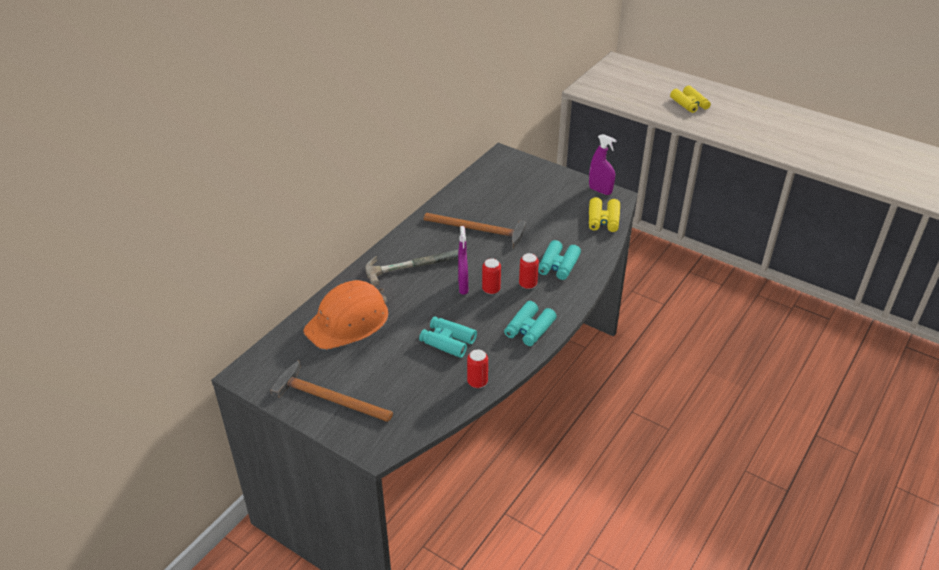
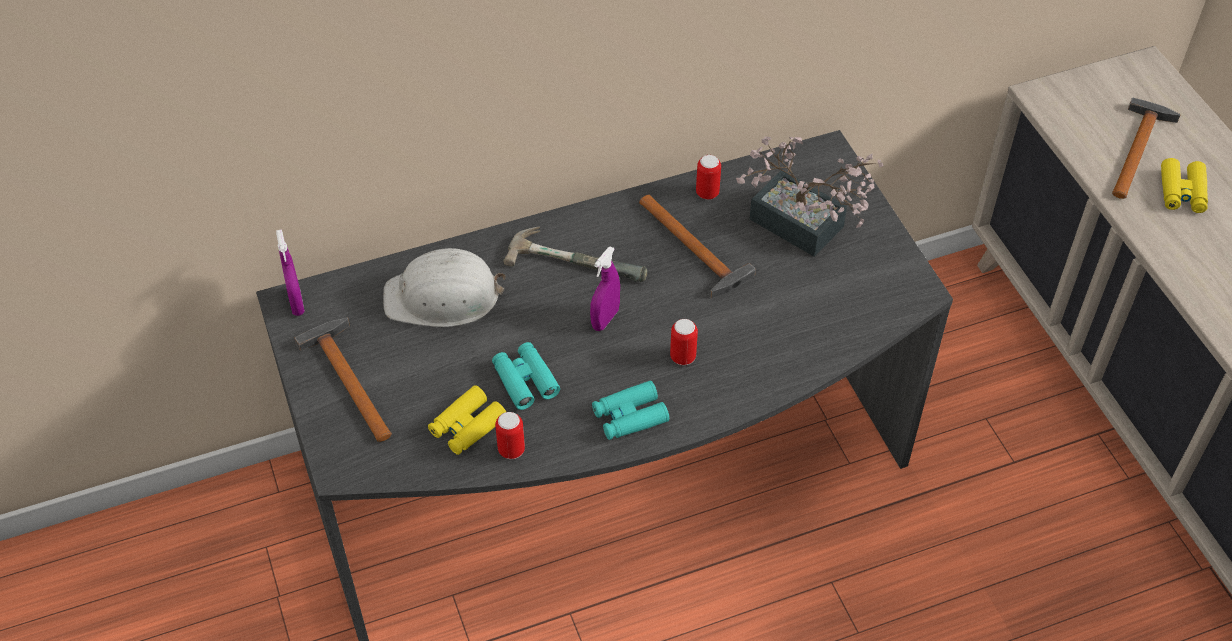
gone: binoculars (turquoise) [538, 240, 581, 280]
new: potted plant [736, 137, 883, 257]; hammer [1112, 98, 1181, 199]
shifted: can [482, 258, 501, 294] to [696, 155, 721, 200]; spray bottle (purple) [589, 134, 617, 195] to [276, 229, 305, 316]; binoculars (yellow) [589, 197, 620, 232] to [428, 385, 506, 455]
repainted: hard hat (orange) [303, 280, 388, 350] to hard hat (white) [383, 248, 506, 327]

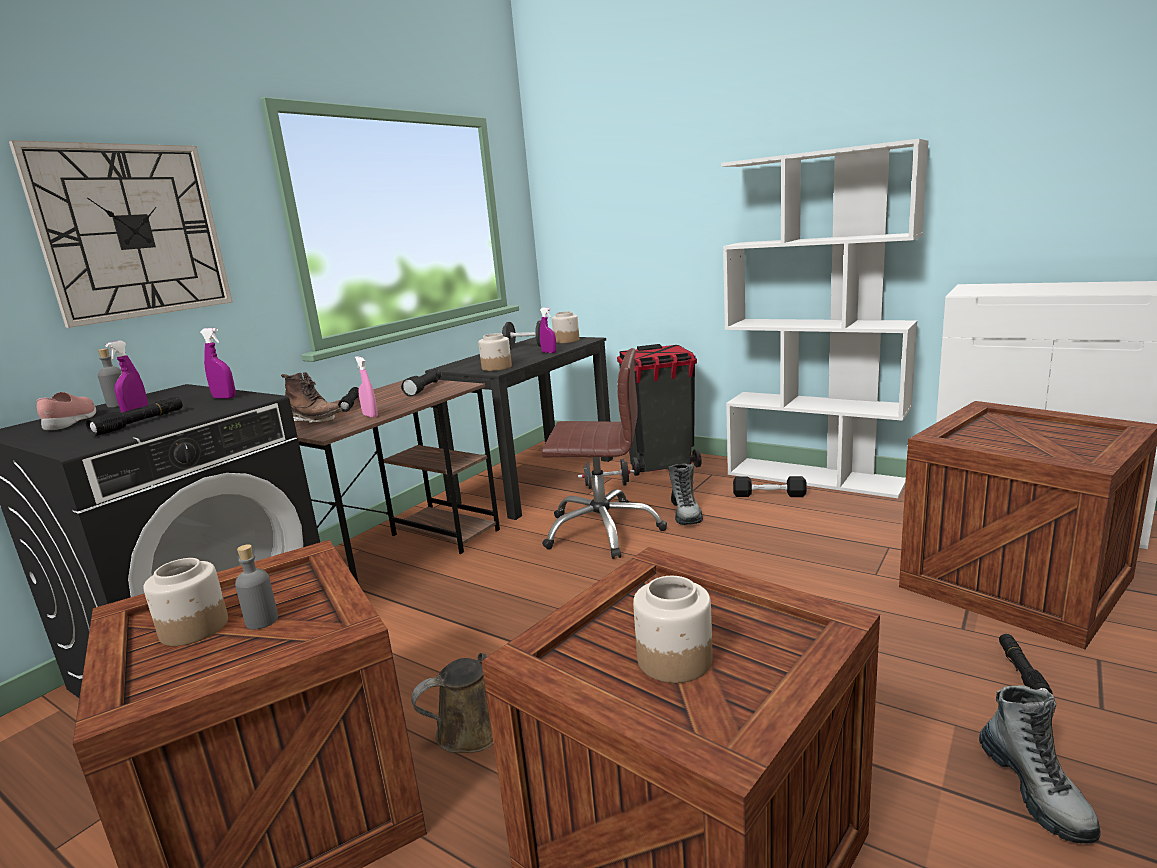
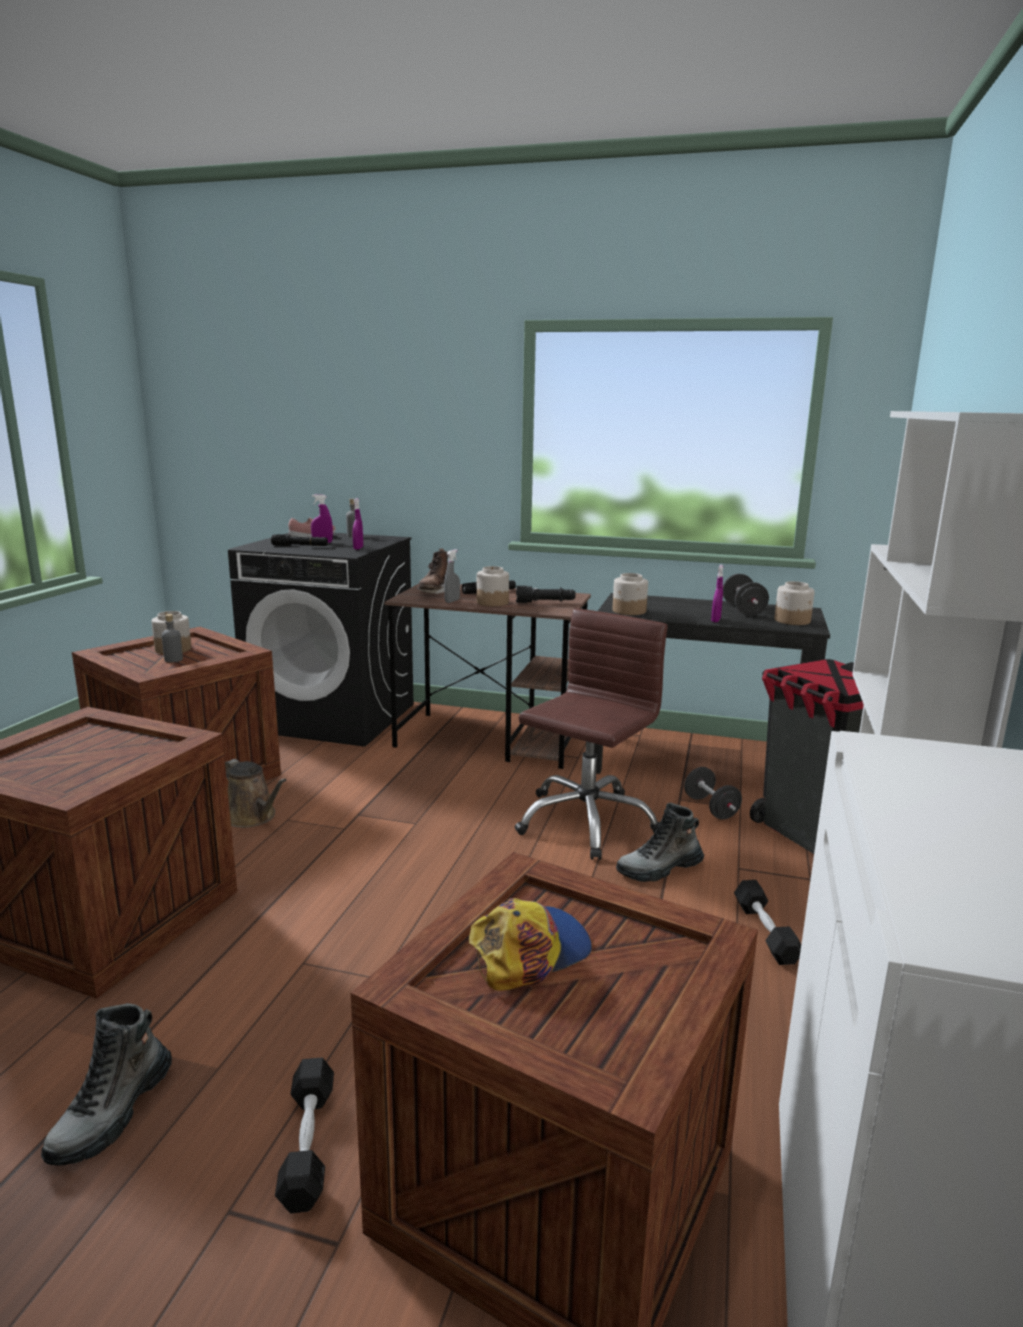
gone: wall clock [9, 140, 232, 328]
new: cap [469, 898, 592, 991]
shifted: jar [633, 576, 713, 683] to [477, 566, 509, 606]
swapped: flashlight (black) [999, 634, 1053, 695] to dumbbell (black) [275, 1057, 334, 1214]
repainted: spray bottle (pink) [355, 356, 378, 418] to spray bottle (grey) [444, 549, 460, 603]
rotated: office chair (brown) [541, 348, 667, 559] = [515, 608, 668, 860] 135 degrees counterclockwise; boot [979, 685, 1100, 843] = [41, 1003, 172, 1166] 45 degrees counterclockwise

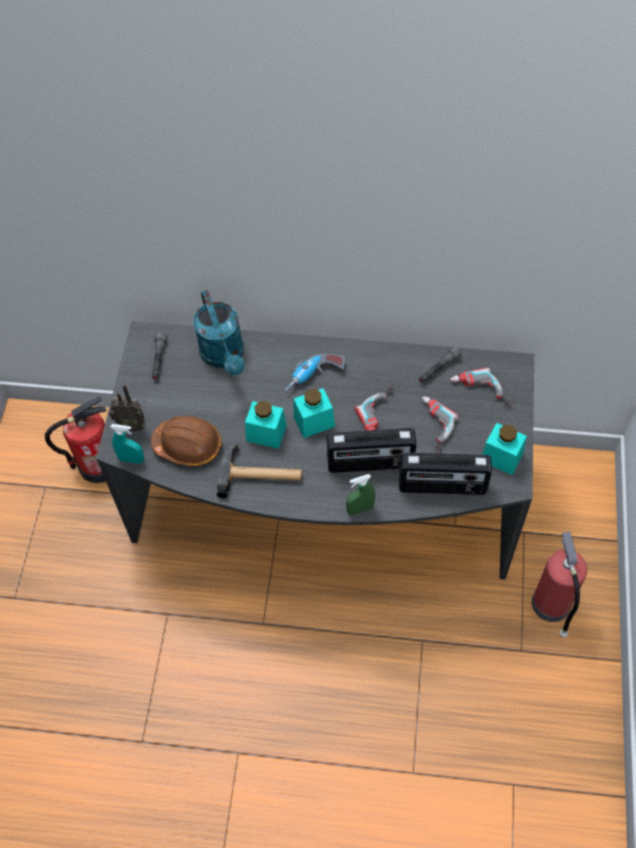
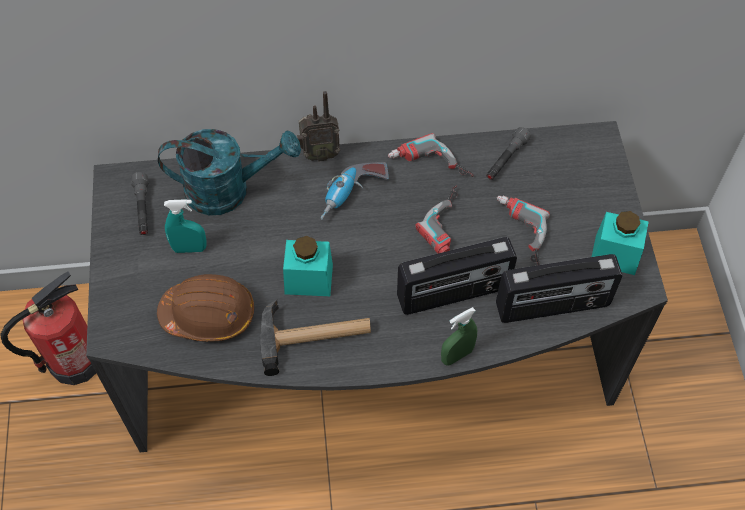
gone: jar (turquoise) [294, 388, 335, 438]; fire extinguisher [532, 531, 587, 637]
shifted: radio [108, 384, 146, 431] to [297, 91, 340, 162]; spray bottle (turquoise) [111, 424, 144, 464] to [164, 199, 207, 253]; power drill [450, 367, 514, 408] to [388, 133, 474, 177]
rotated: watering can (turquoise) [193, 290, 245, 375] = [158, 129, 301, 215] 60 degrees counterclockwise

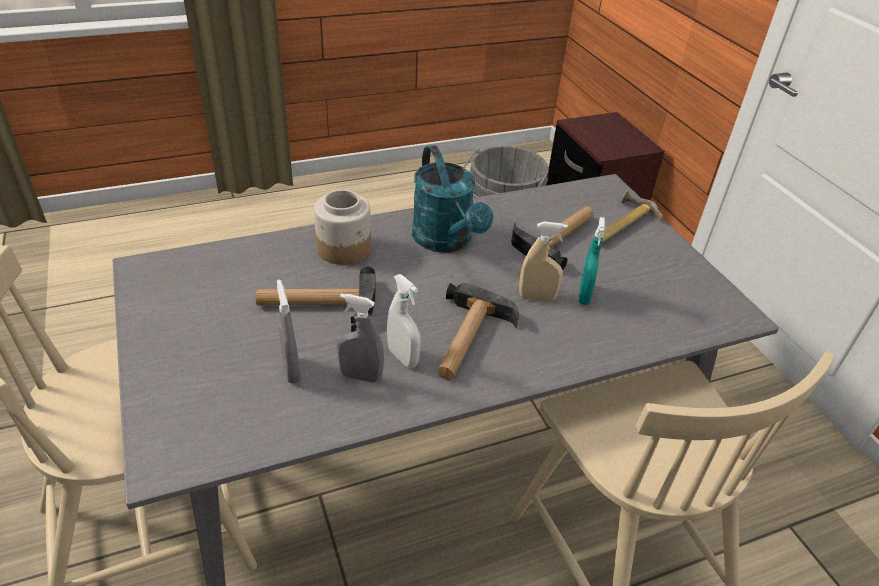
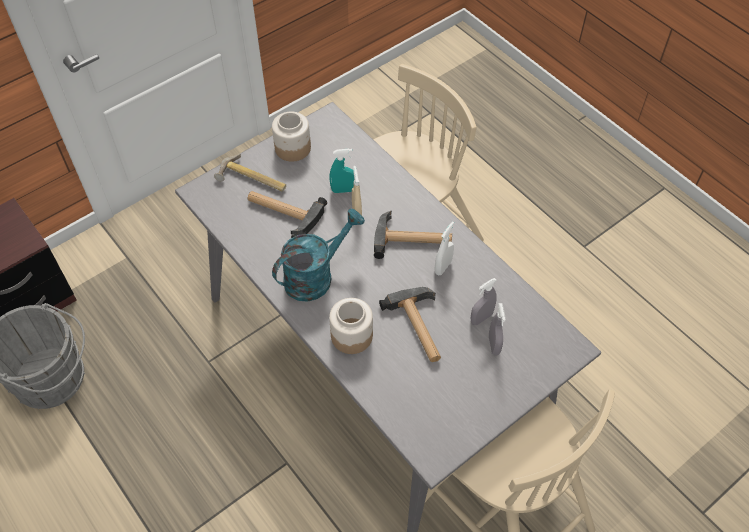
new: jar [272, 111, 311, 162]
shifted: spray bottle (grey) [337, 294, 384, 383] to [489, 303, 506, 356]

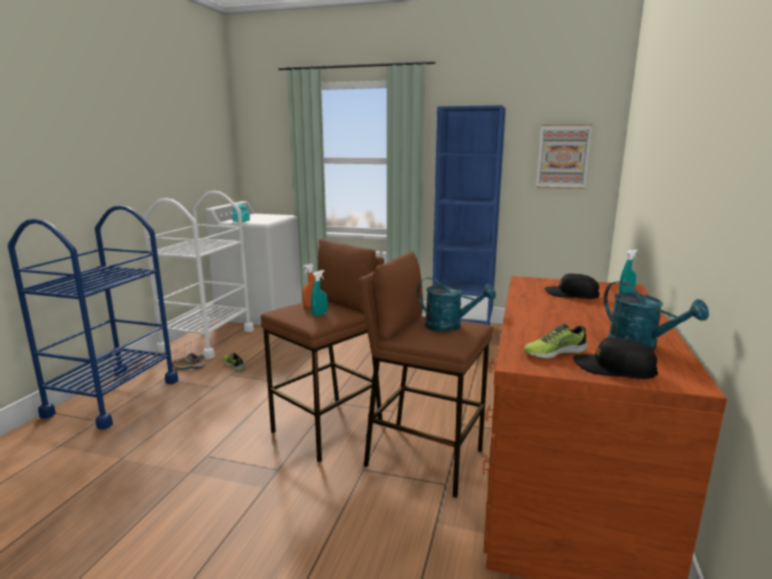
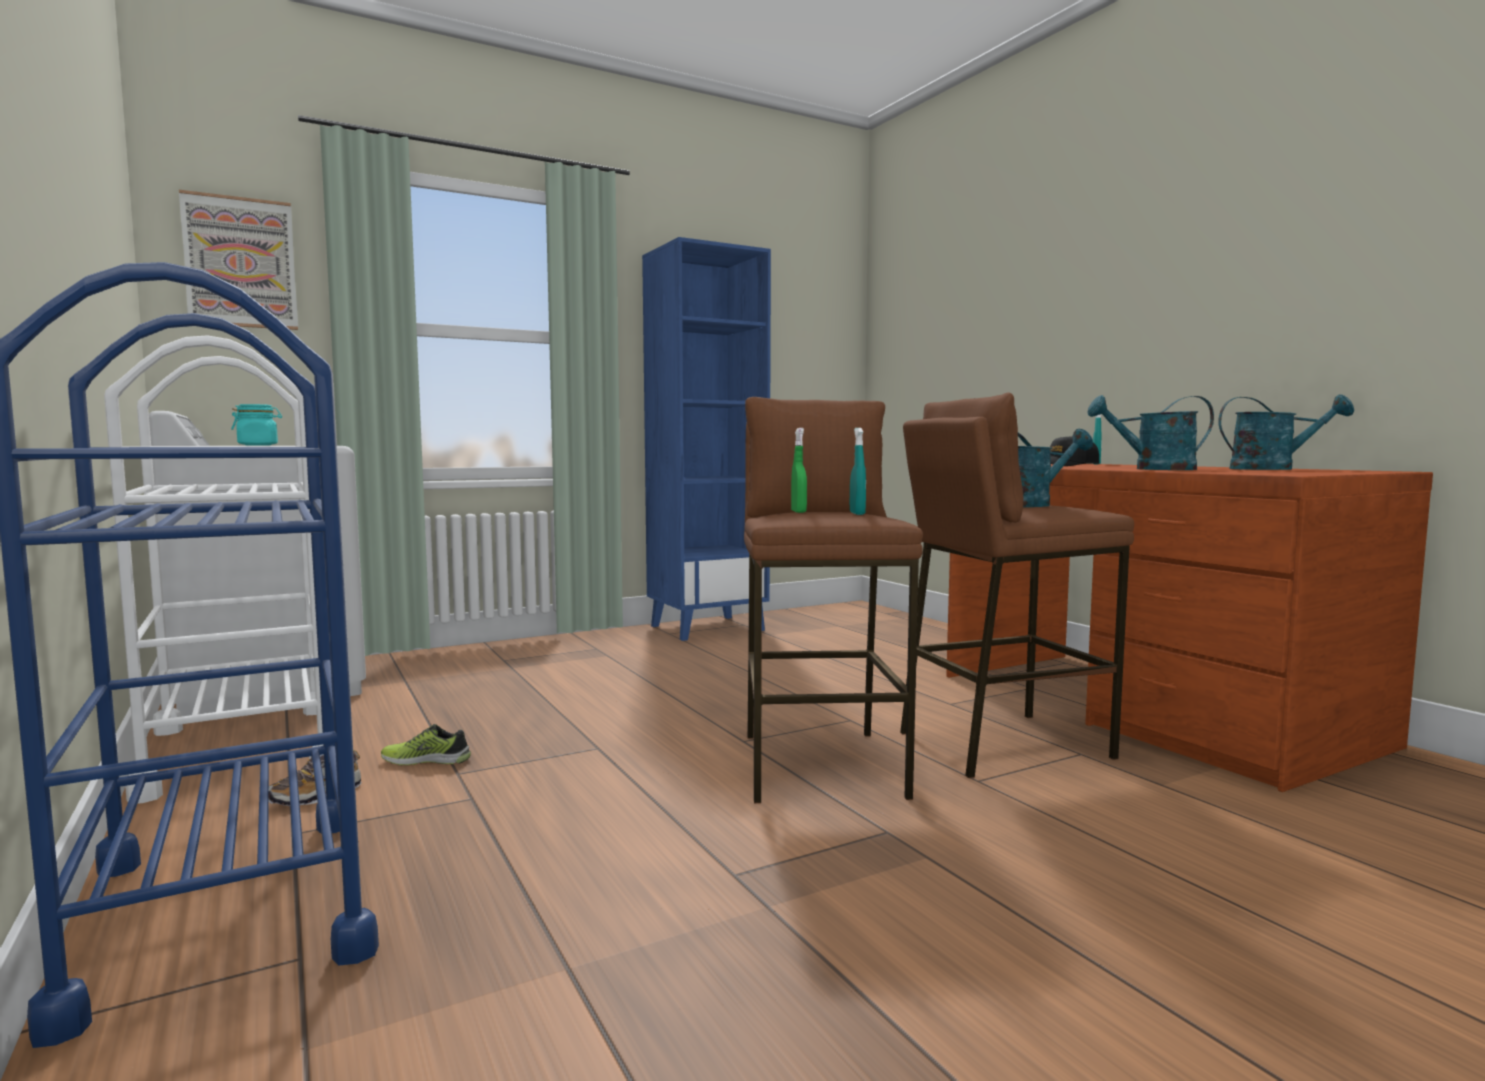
gone: shoe [524, 323, 587, 359]; cap (black) [573, 337, 658, 379]
new: watering can (turquoise) [1088, 395, 1214, 470]
shifted: picture [536, 124, 592, 189] to [179, 190, 298, 330]
repainted: spray bottle (orange) [302, 264, 316, 307] to spray bottle (green) [791, 428, 807, 513]

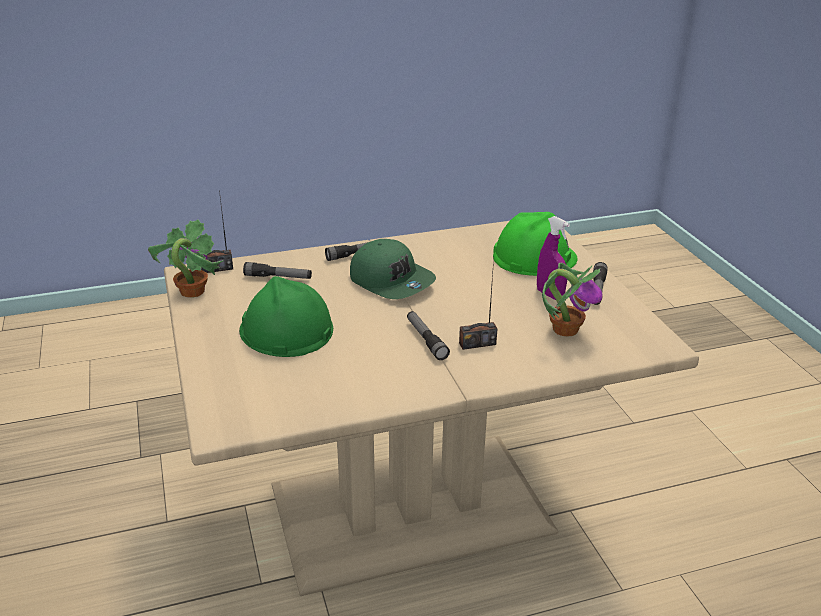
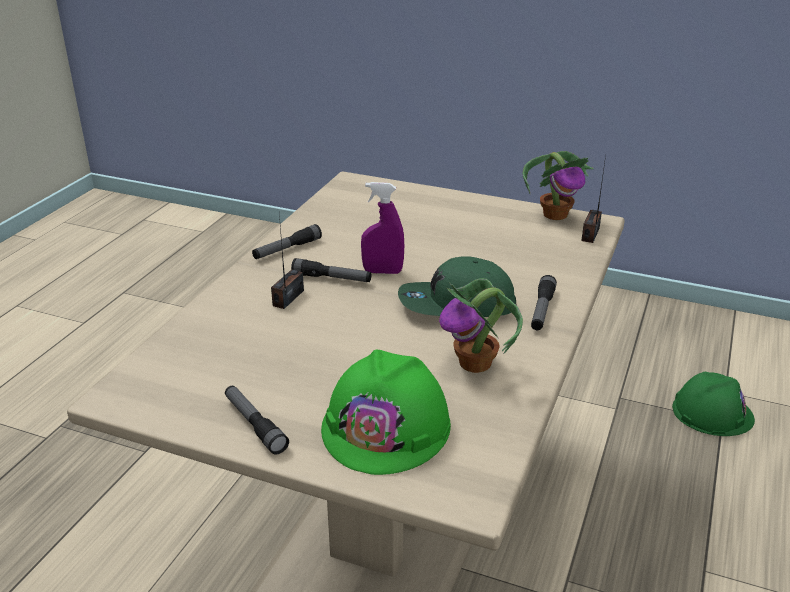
shifted: hard hat (green) [239, 276, 333, 357] to [672, 372, 755, 436]; flashlight [243, 262, 312, 279] to [252, 224, 322, 259]; spray bottle (purple) [537, 216, 570, 300] to [361, 182, 404, 274]; potted plant [542, 263, 603, 337] to [439, 278, 523, 373]

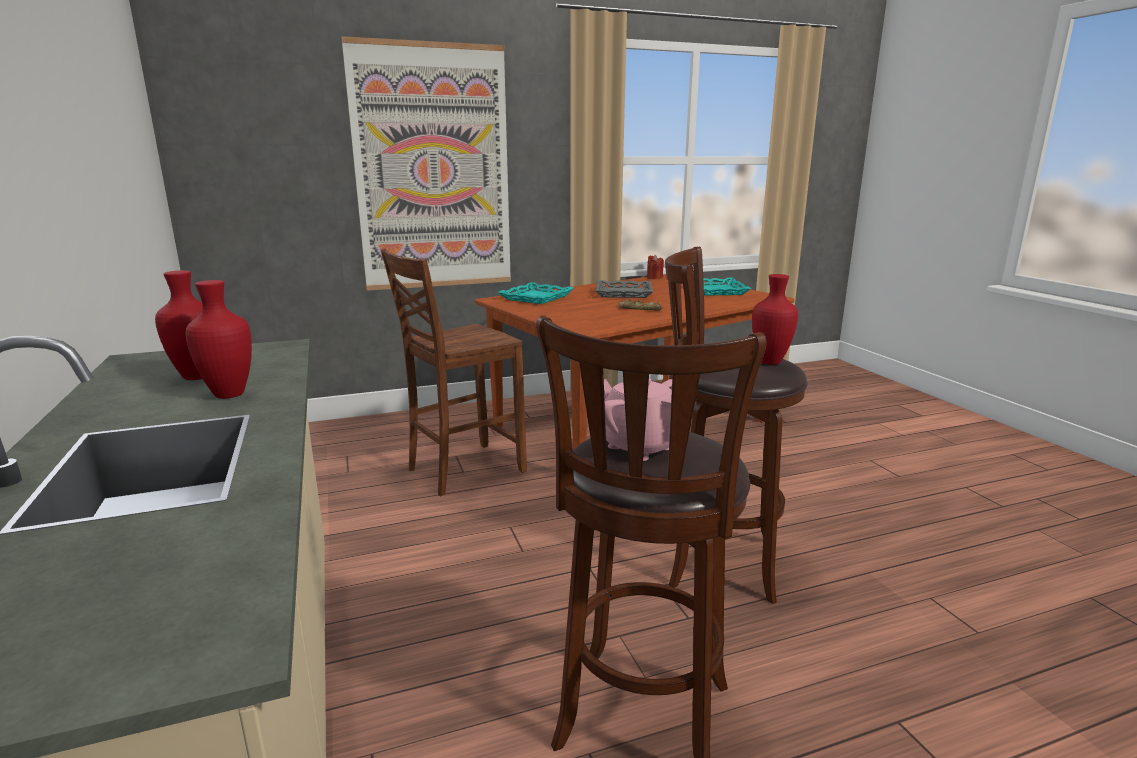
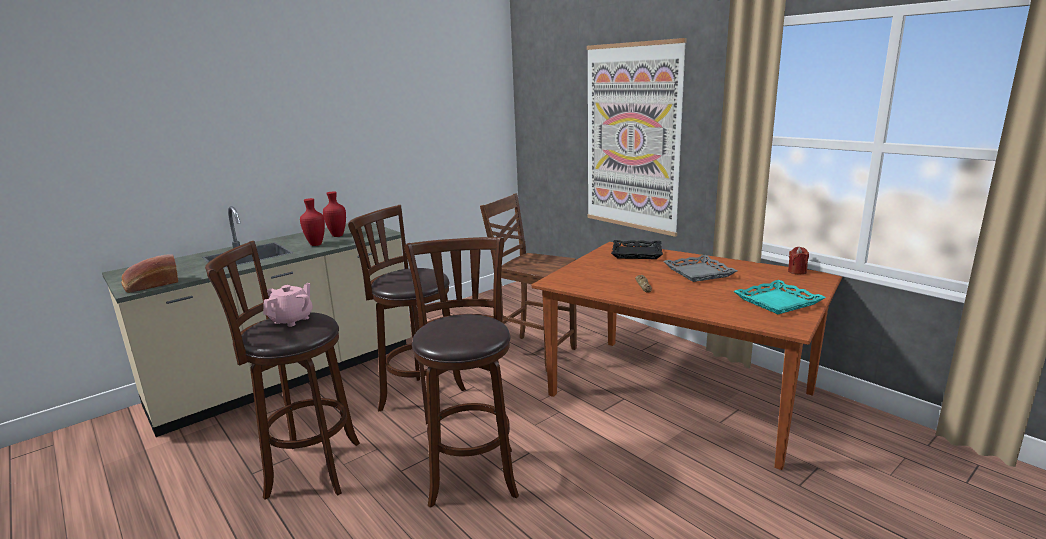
gone: vase (red) [752, 274, 798, 365]
new: bread [121, 254, 178, 293]; stool (brown) [348, 205, 466, 424]
repainted: tray (turquoise) [498, 282, 574, 304] to tray (black) [611, 240, 663, 259]

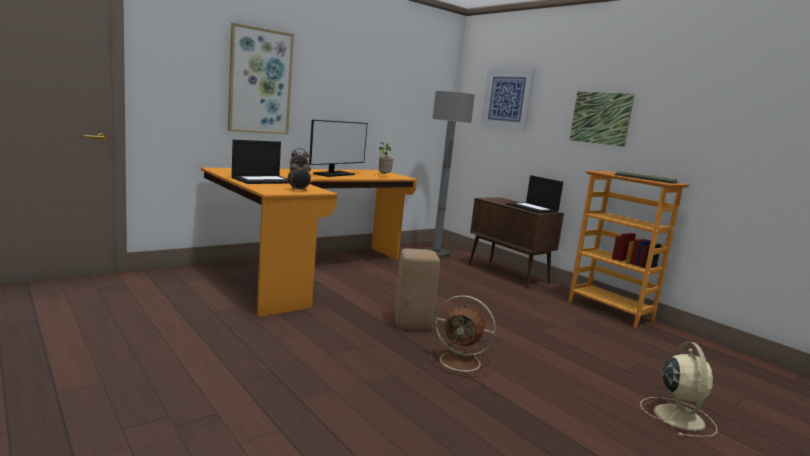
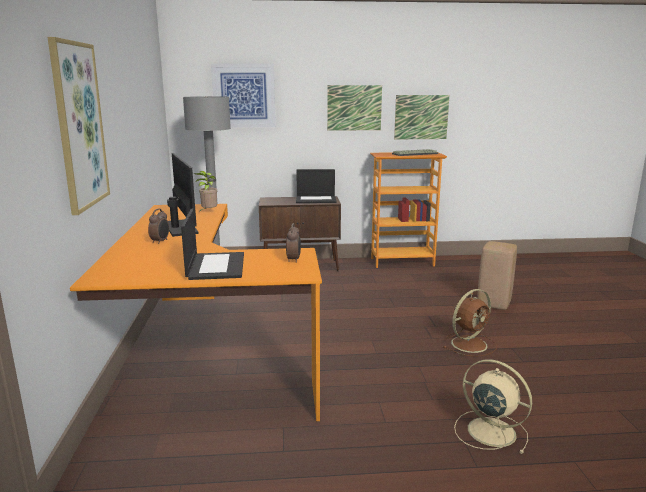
new: picture [394, 95, 449, 139]
shifted: stool (beige) [395, 248, 440, 330] to [477, 241, 517, 310]; fan (beige) [640, 341, 718, 437] to [454, 359, 532, 454]

